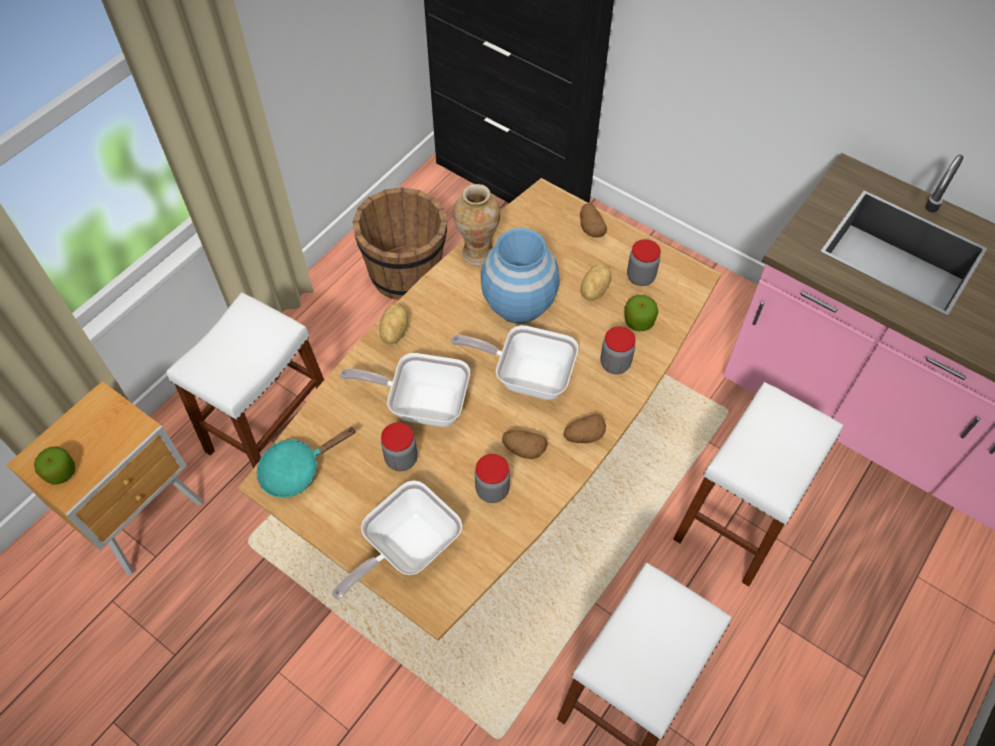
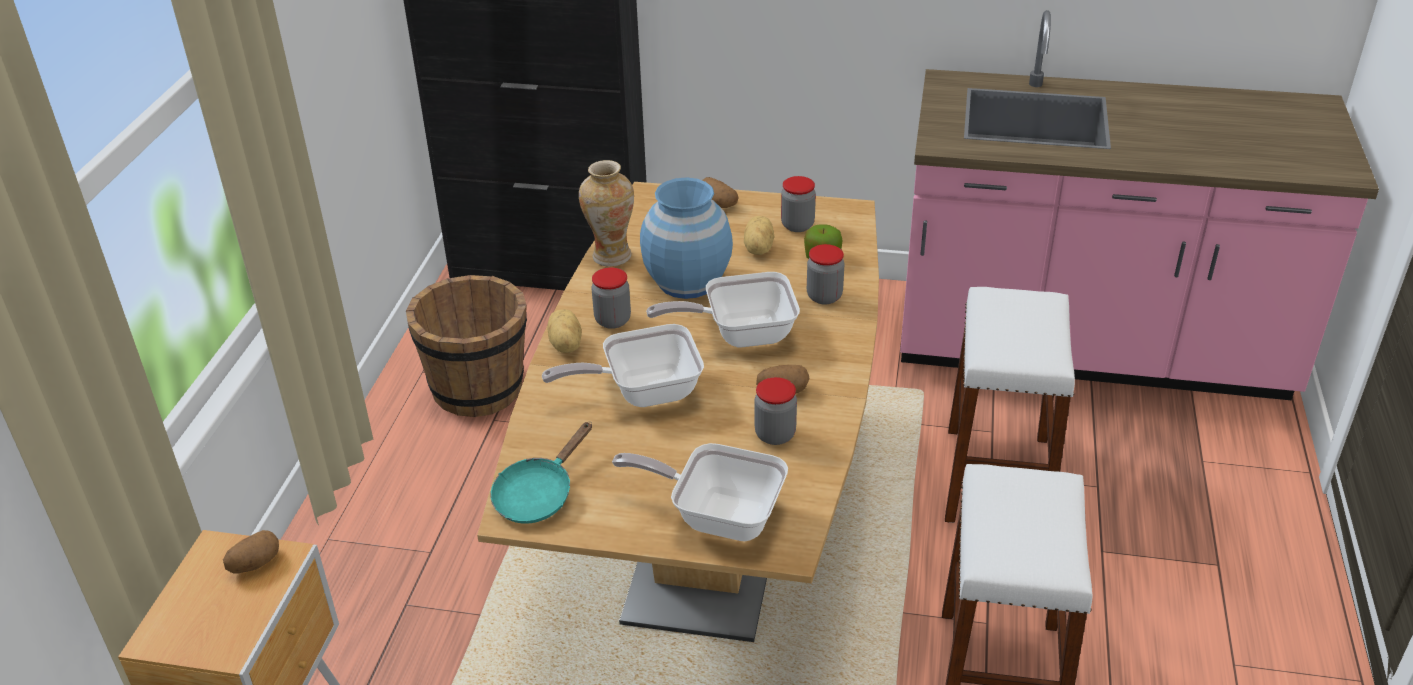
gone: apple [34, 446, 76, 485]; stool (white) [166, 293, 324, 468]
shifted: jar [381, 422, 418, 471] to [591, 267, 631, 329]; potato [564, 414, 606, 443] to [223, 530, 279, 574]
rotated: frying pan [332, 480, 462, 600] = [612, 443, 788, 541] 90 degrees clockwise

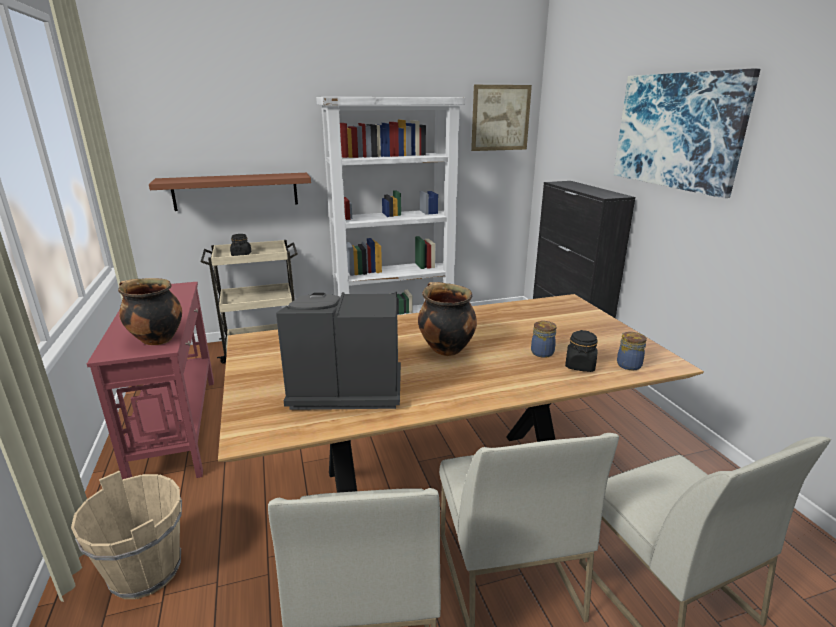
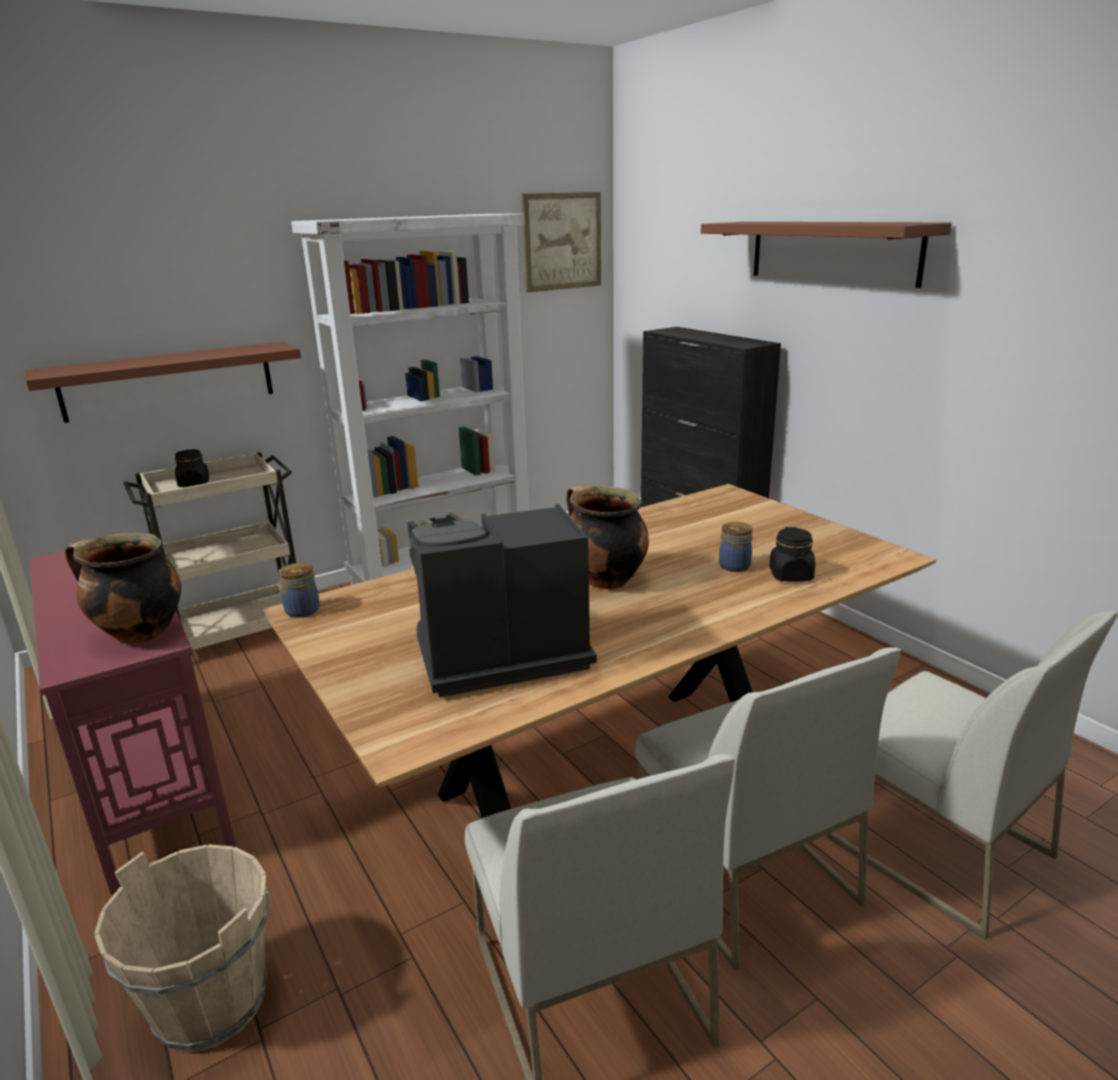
shifted: jar [617, 332, 647, 370] to [279, 563, 320, 618]
swapped: picture [614, 68, 760, 198] to shelf (brown) [701, 222, 952, 288]

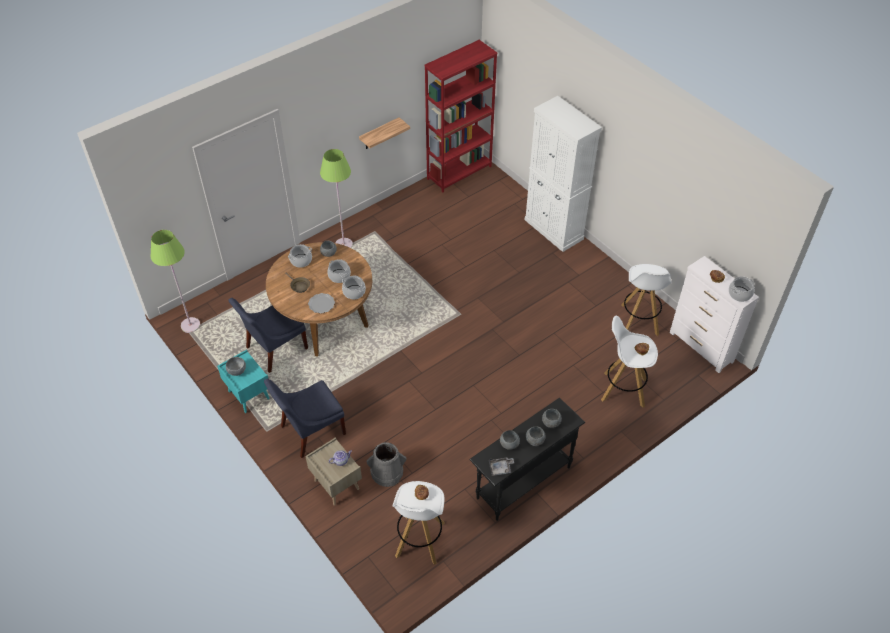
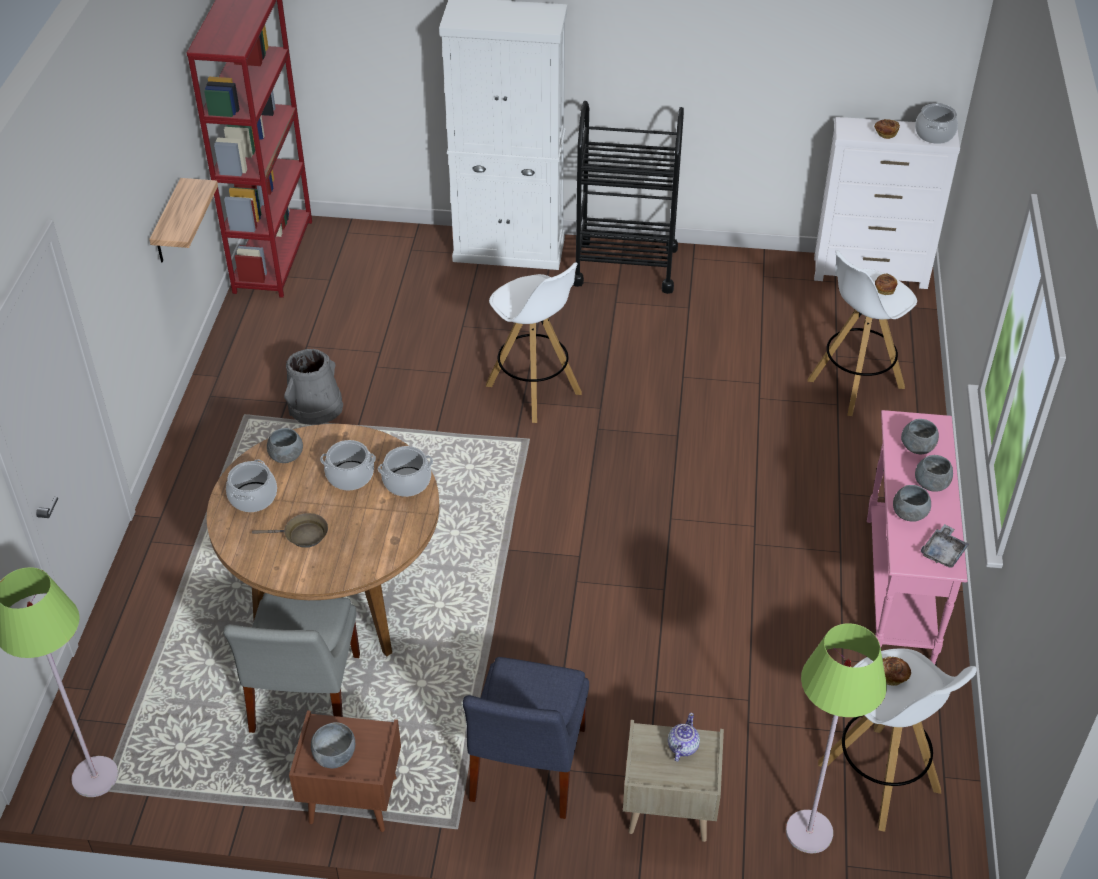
gone: plate [308, 293, 335, 313]
new: cart (black) [573, 101, 684, 294]
shifted: floor lamp (green) [320, 149, 353, 248] to [786, 623, 887, 853]; bucket (grey) [367, 442, 407, 487] to [284, 349, 343, 425]; stool (white) [621, 264, 672, 336] to [486, 262, 582, 423]
repainted: nightstand (turquoise) [217, 350, 270, 413] to nightstand (brown) [289, 710, 401, 832]; chair (blue) [229, 298, 308, 373] to chair (grey) [223, 593, 360, 733]; console table (black) [469, 398, 585, 521] to console table (pink) [867, 410, 967, 664]

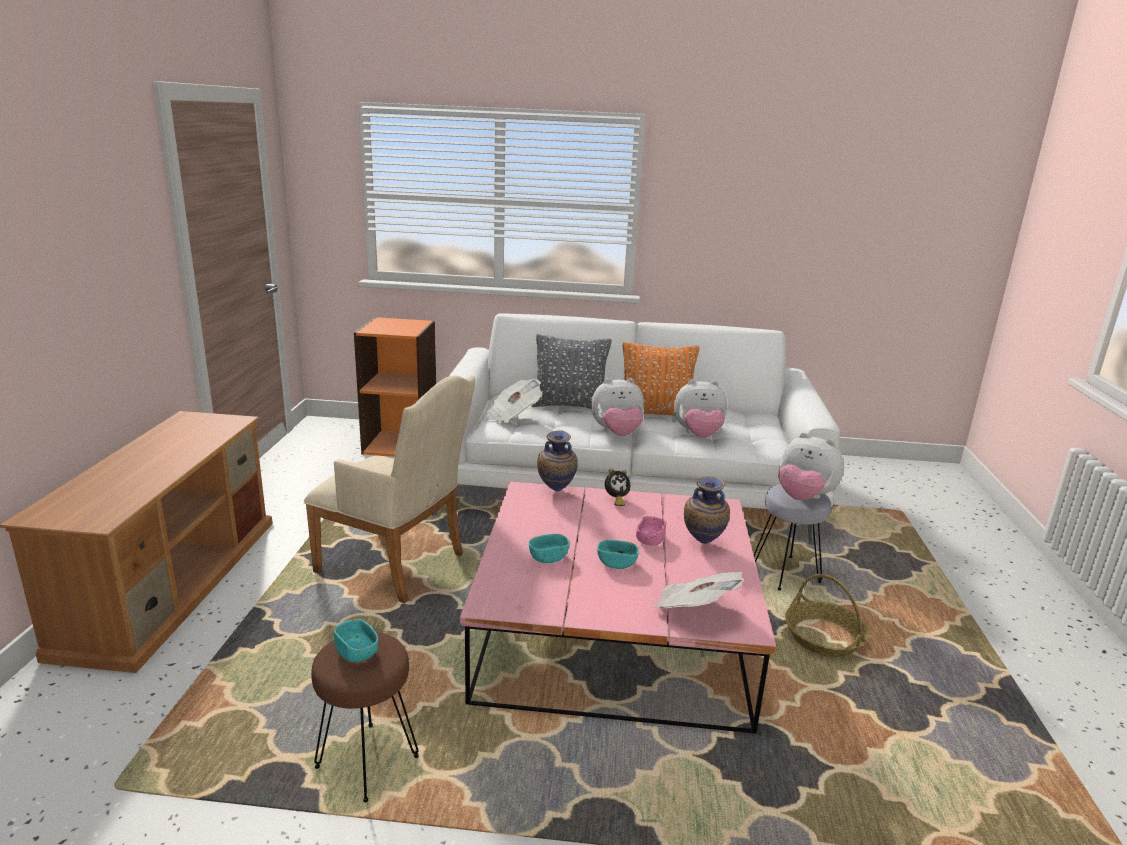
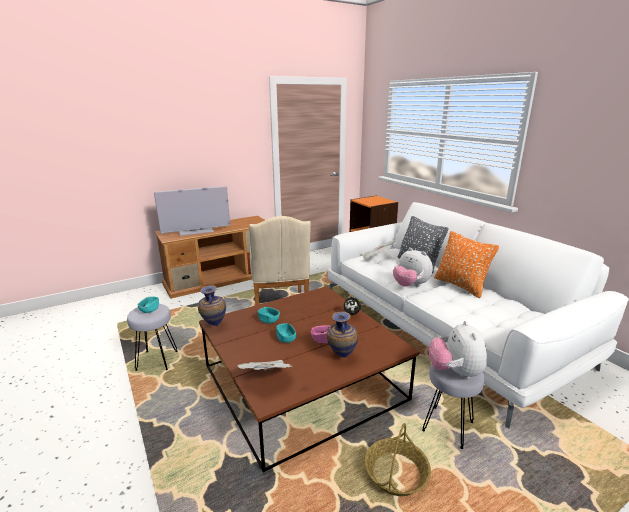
gone: plush toy [674, 379, 727, 438]
new: television [154, 186, 230, 236]
shifted: vase [537, 431, 578, 492] to [198, 285, 226, 326]
repainted: stool (brown) [311, 632, 419, 802] to stool (grey) [127, 304, 177, 371]; coffee table (pink) [460, 482, 776, 734] to coffee table (brown) [199, 286, 419, 472]

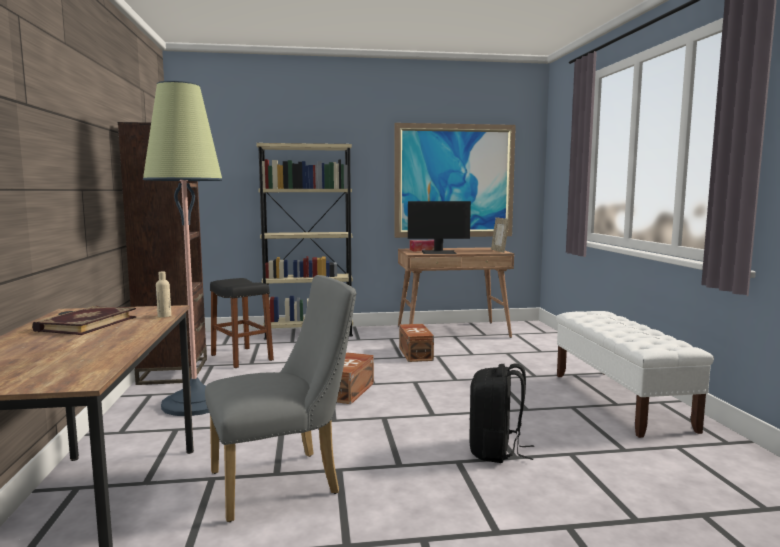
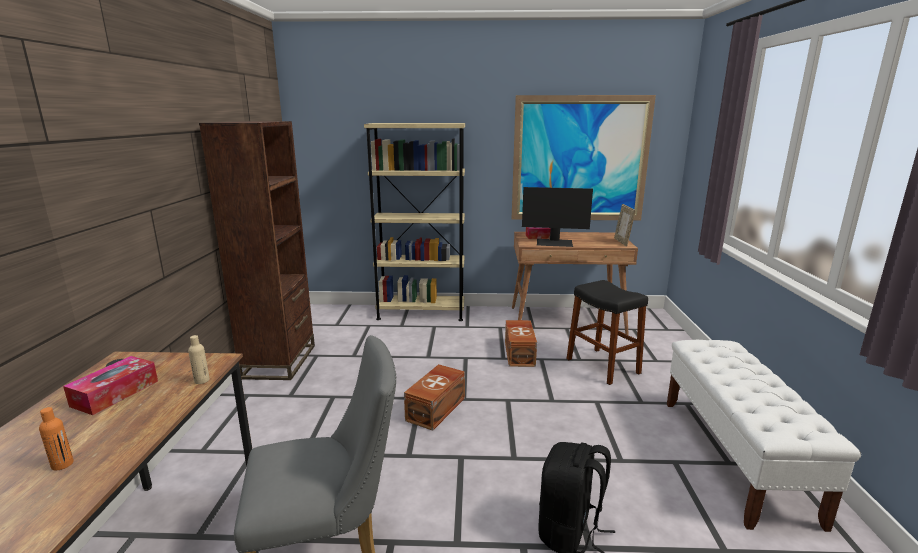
gone: floor lamp [143, 81, 223, 416]
new: bottle (orange) [39, 407, 74, 470]
shifted: stool (black) [210, 278, 274, 368] to [566, 280, 648, 385]
swapped: book [32, 306, 137, 335] to tissue box [63, 356, 158, 415]

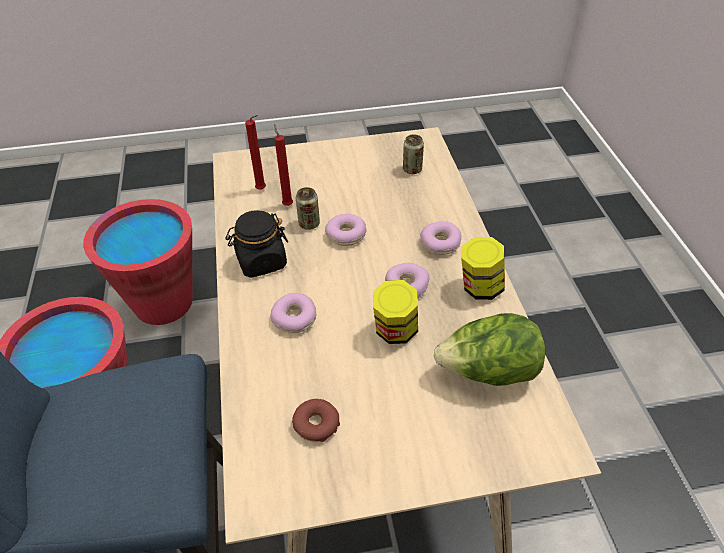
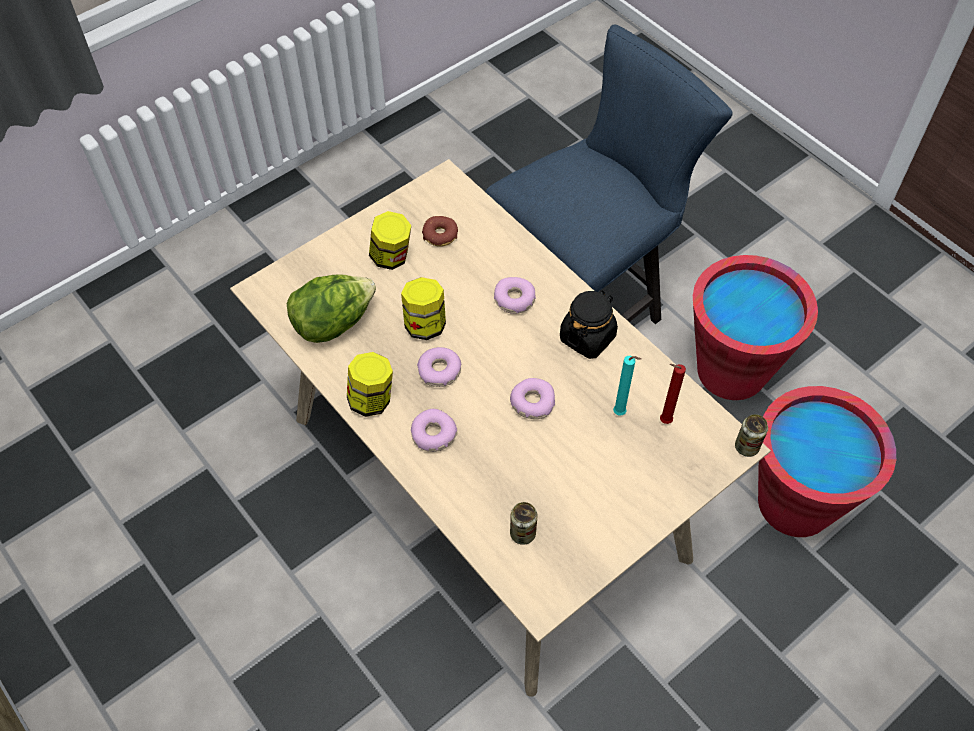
new: jar [369, 211, 411, 270]
shifted: can [296, 187, 320, 230] to [735, 414, 768, 457]
repainted: candle (red) [274, 124, 293, 206] to candle (turquoise) [613, 356, 642, 416]

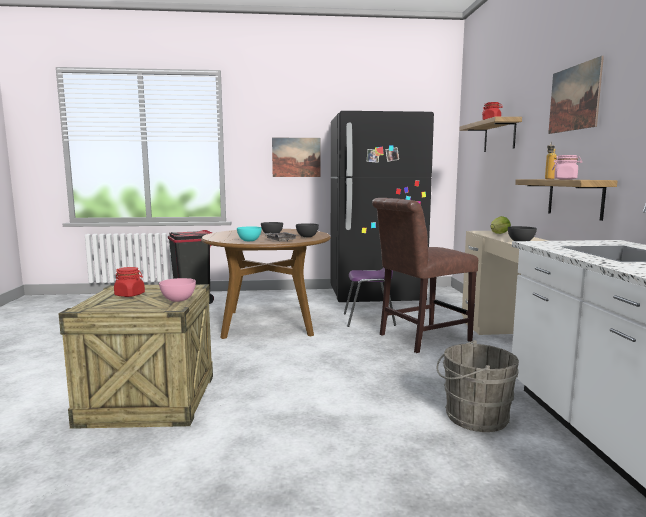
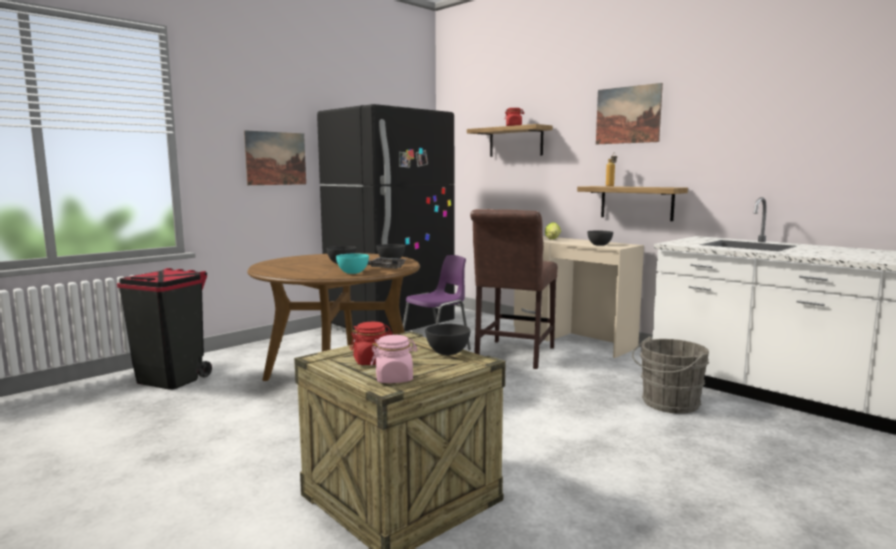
shifted: jar (pink) [552, 155, 582, 180] to [371, 335, 418, 383]
repainted: bowl (pink) [159, 278, 196, 302] to bowl (grey) [425, 324, 471, 355]

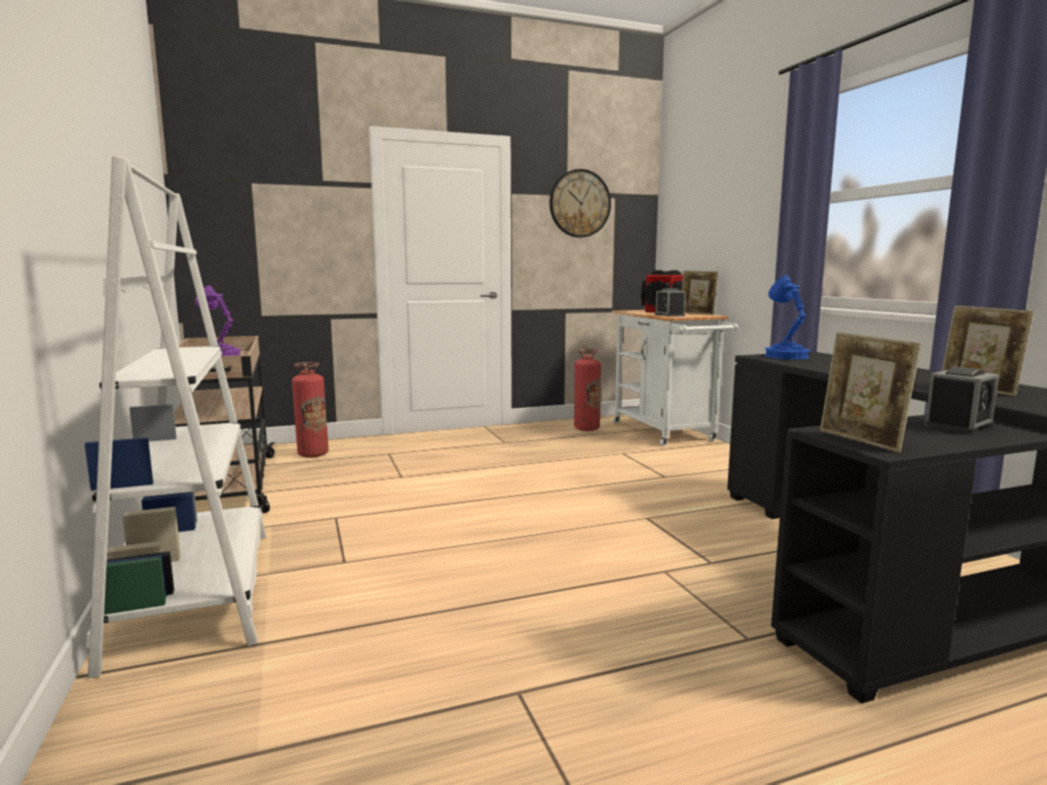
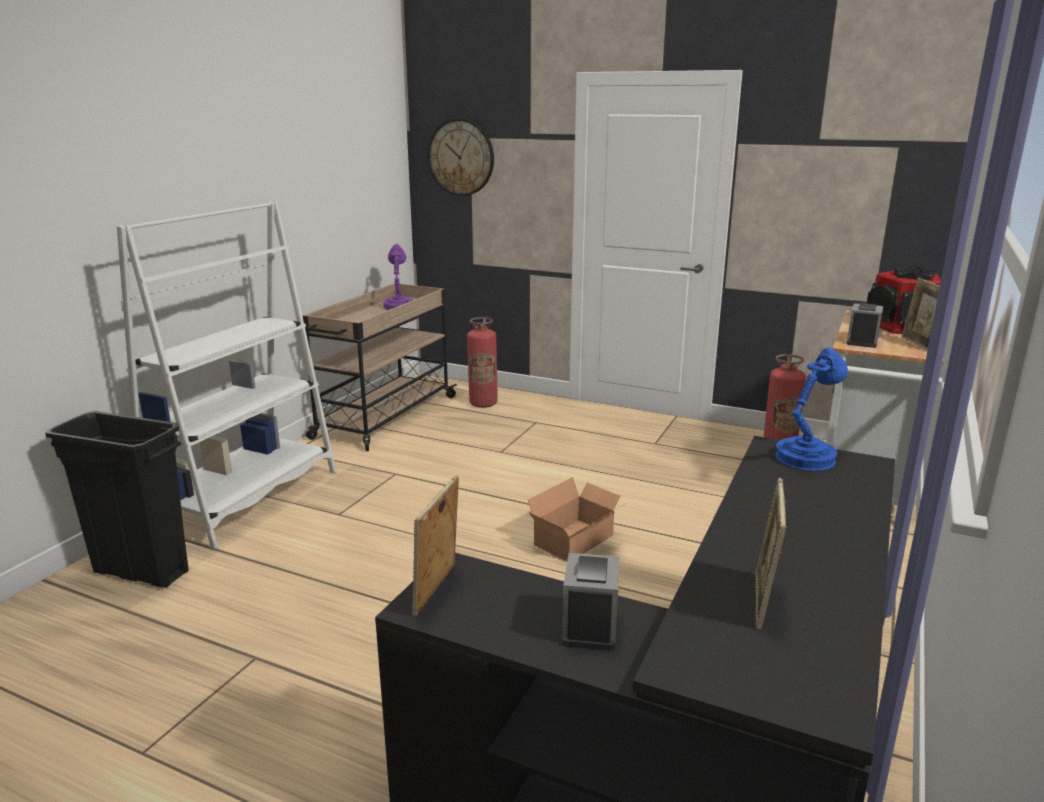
new: trash can (black) [45, 411, 189, 588]; cardboard box [528, 477, 625, 561]
shifted: wall clock [550, 169, 611, 238] to [427, 118, 494, 196]
rotated: alarm clock [924, 367, 999, 434] = [562, 553, 620, 651] 90 degrees clockwise

